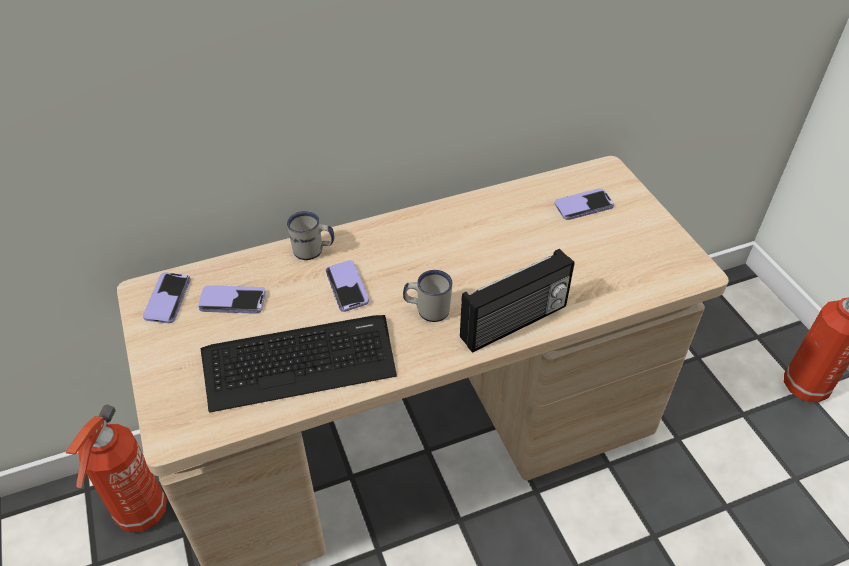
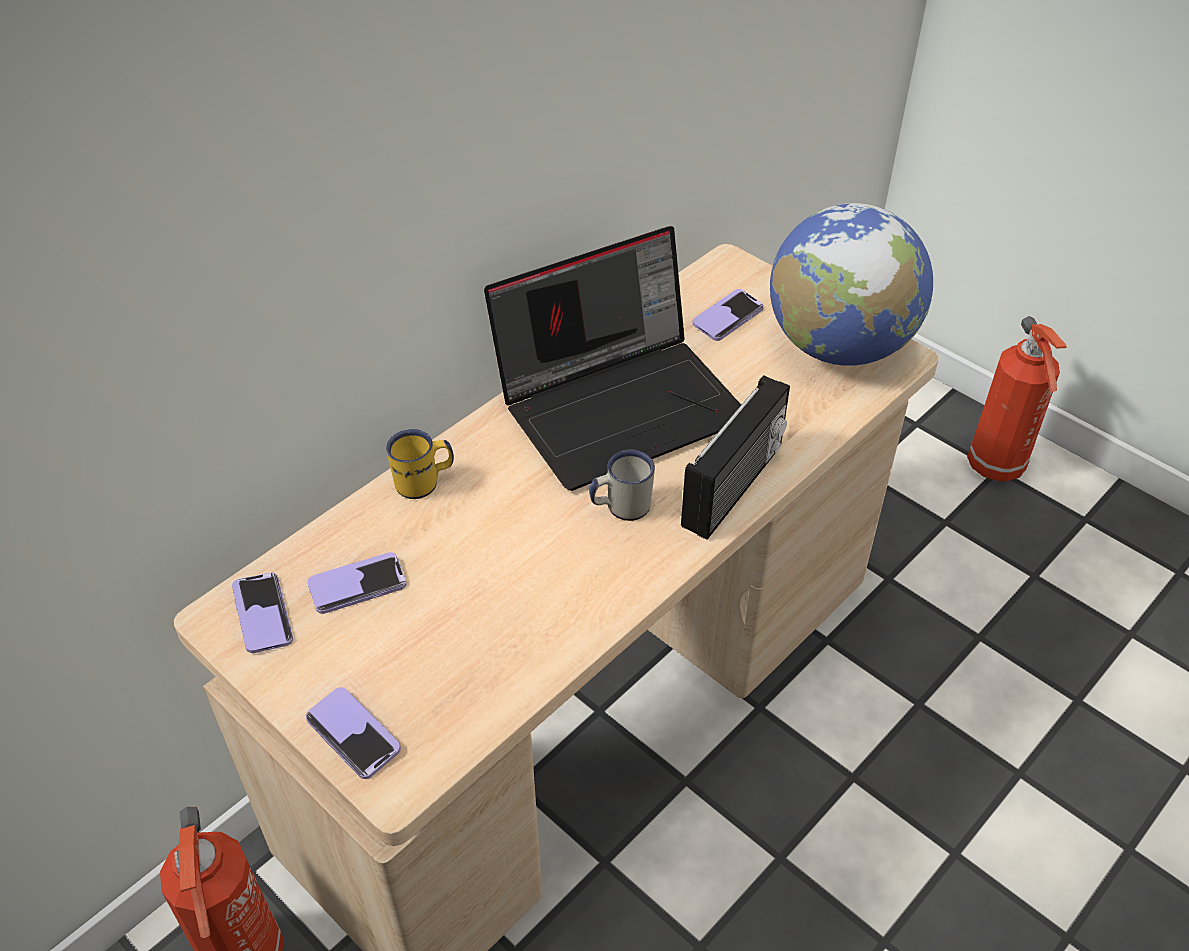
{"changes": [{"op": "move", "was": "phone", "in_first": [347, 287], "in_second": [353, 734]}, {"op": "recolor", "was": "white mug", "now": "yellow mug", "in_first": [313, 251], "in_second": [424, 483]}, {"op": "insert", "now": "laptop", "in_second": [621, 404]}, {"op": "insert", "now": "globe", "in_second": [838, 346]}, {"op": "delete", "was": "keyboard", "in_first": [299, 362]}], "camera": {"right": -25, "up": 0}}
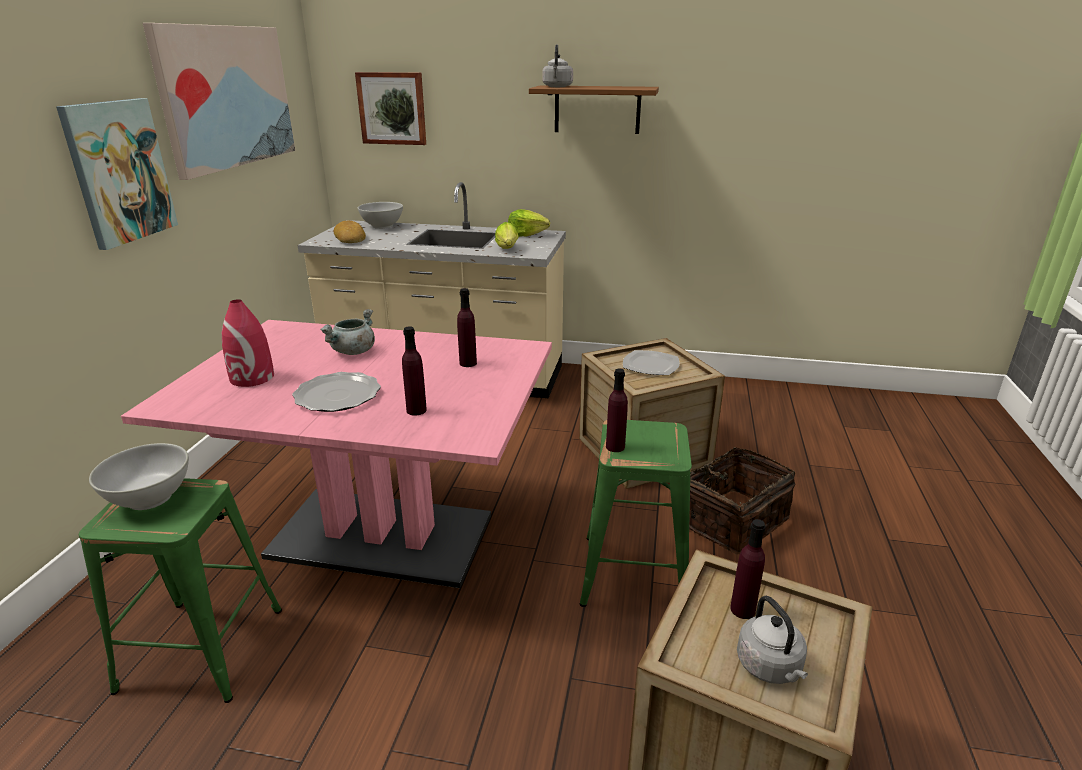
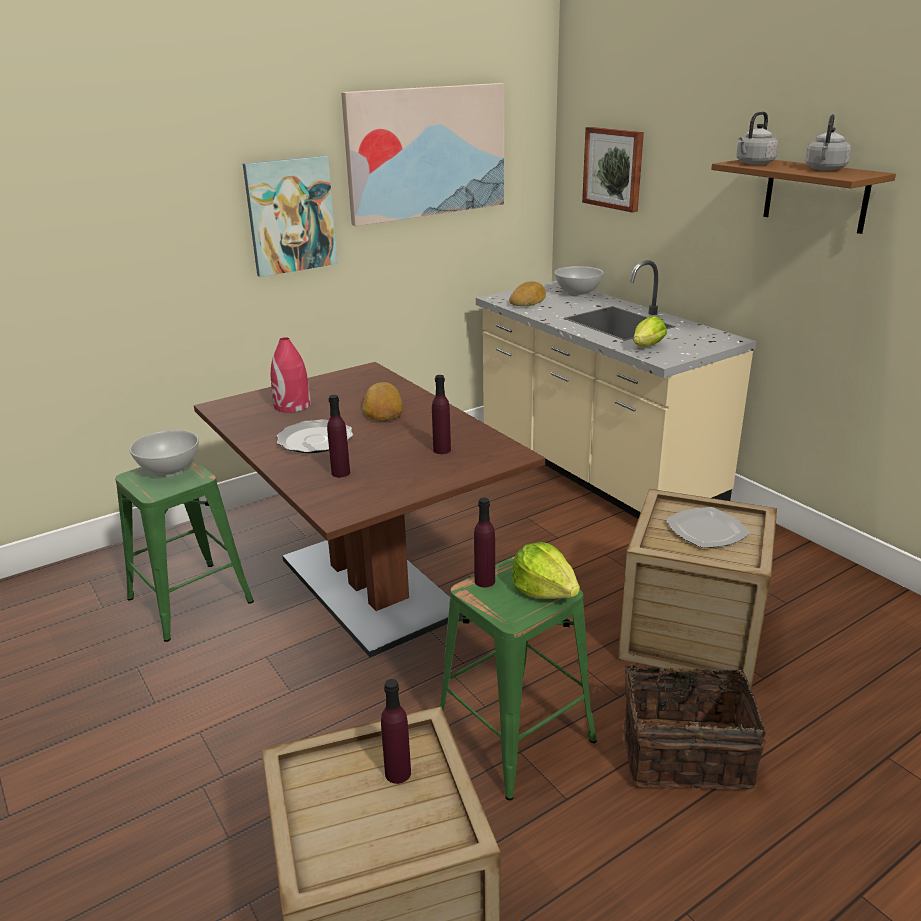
{"changes": [{"op": "recolor", "was": "pink dining table", "now": "brown dining table", "in_first": [381, 536], "in_second": [369, 586]}, {"op": "replace", "was": "grey cooking pot", "now": "bread", "in_first": [353, 352], "in_second": [382, 409]}, {"op": "move", "was": "lettuce", "in_first": [526, 235], "in_second": [544, 590]}, {"op": "move", "was": "grey kettle", "in_first": [770, 667], "in_second": [825, 169]}], "camera": {"right": 45, "up": 0}}
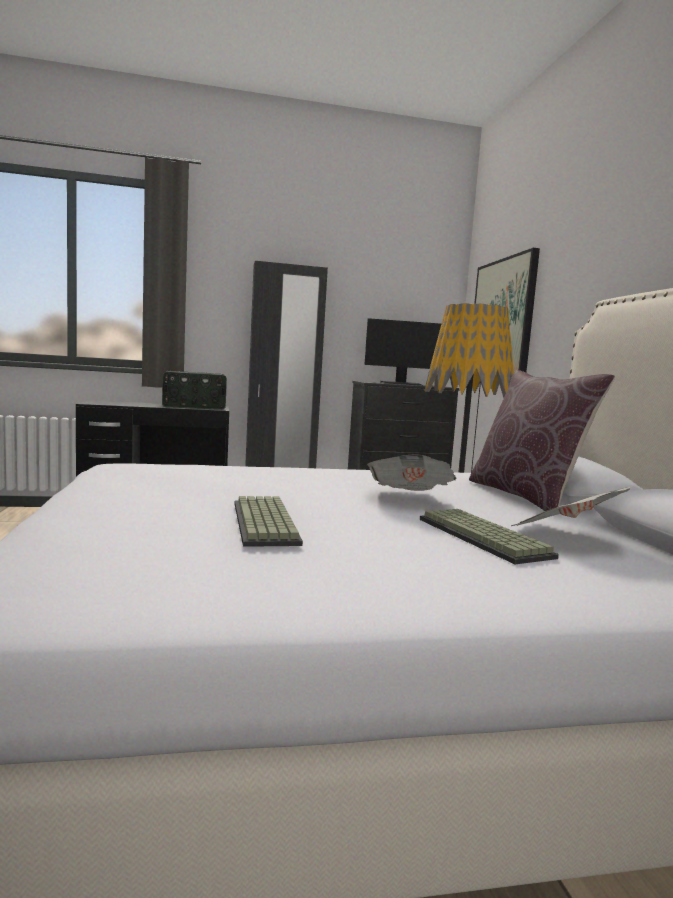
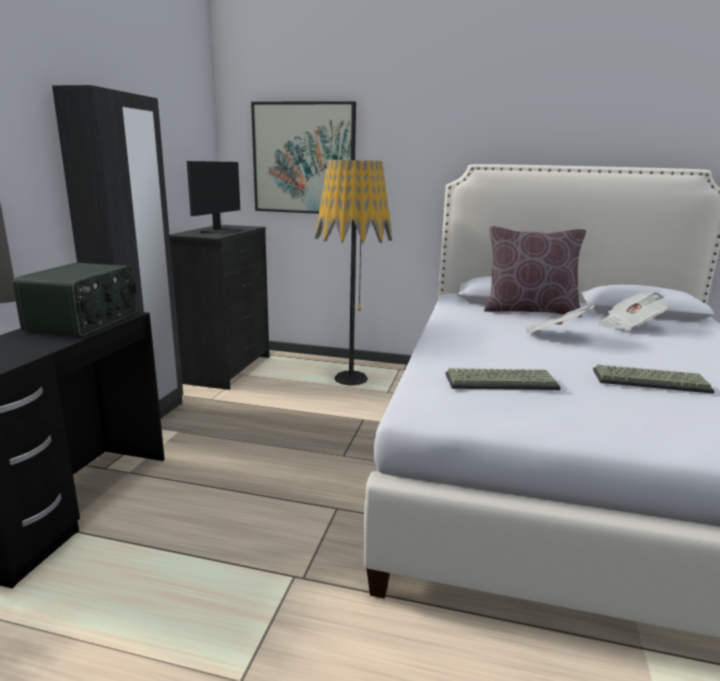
{"changes": [{"op": "move", "was": "keyboard", "in_first": [485, 537], "in_second": [501, 381]}], "camera": {"right": -65, "up": 10}}
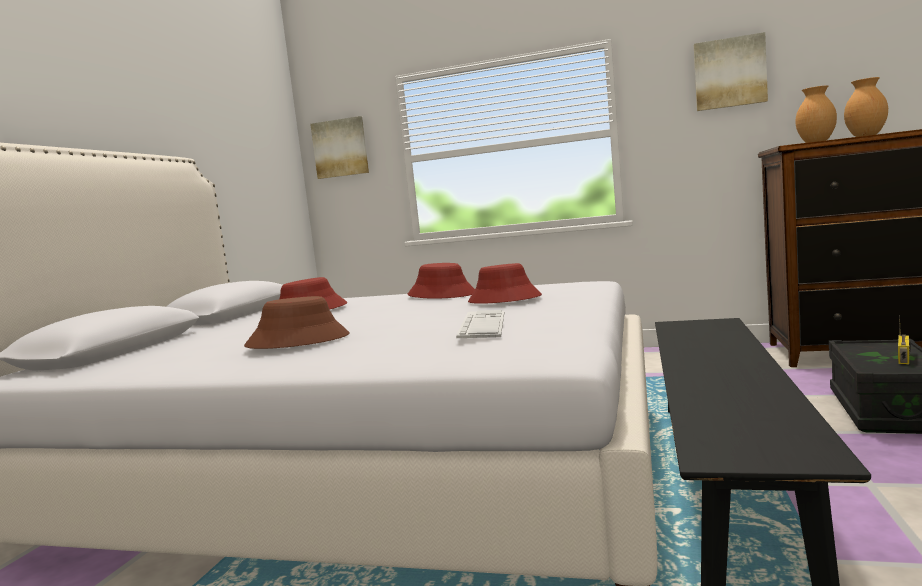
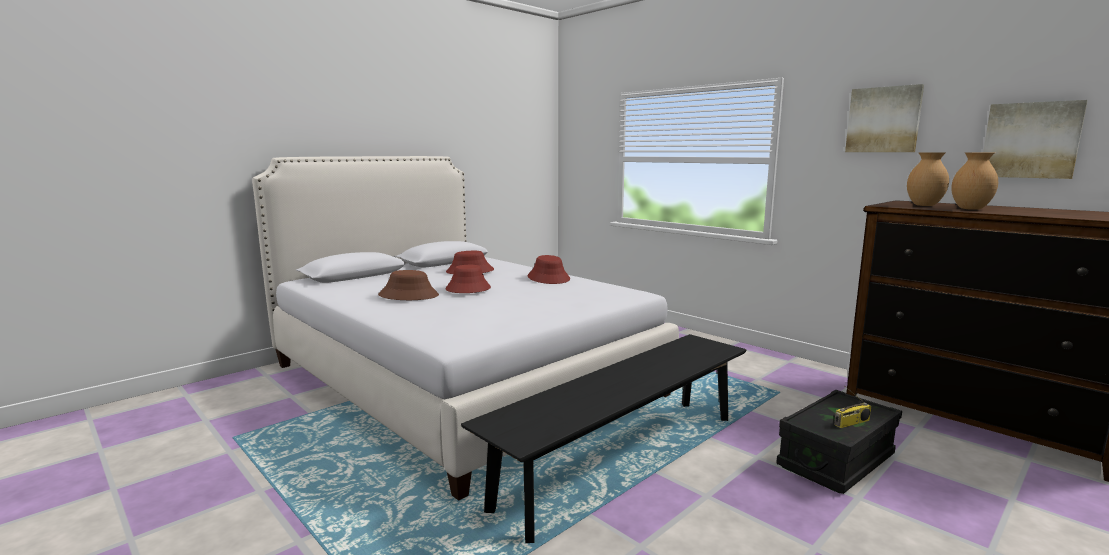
{"changes": [{"op": "move", "was": "red hat", "in_first": [504, 300], "in_second": [468, 289]}, {"op": "move", "was": "picture", "in_first": [340, 148], "in_second": [1031, 140]}, {"op": "delete", "was": "keyboard", "in_first": [482, 325]}], "camera": {"right": 30, "up": 5}}
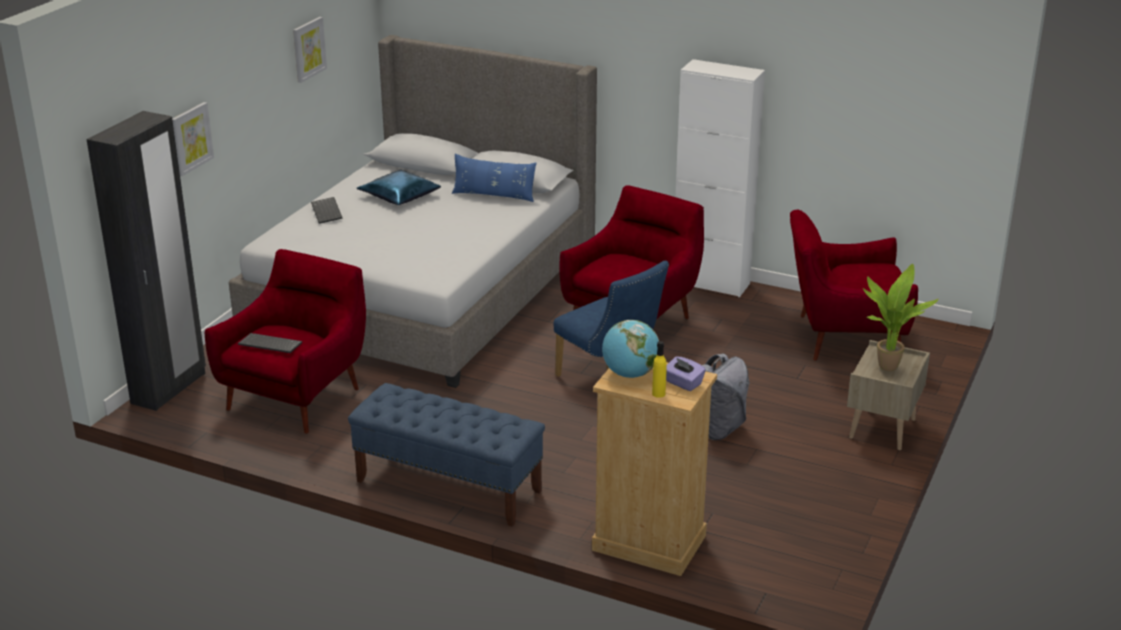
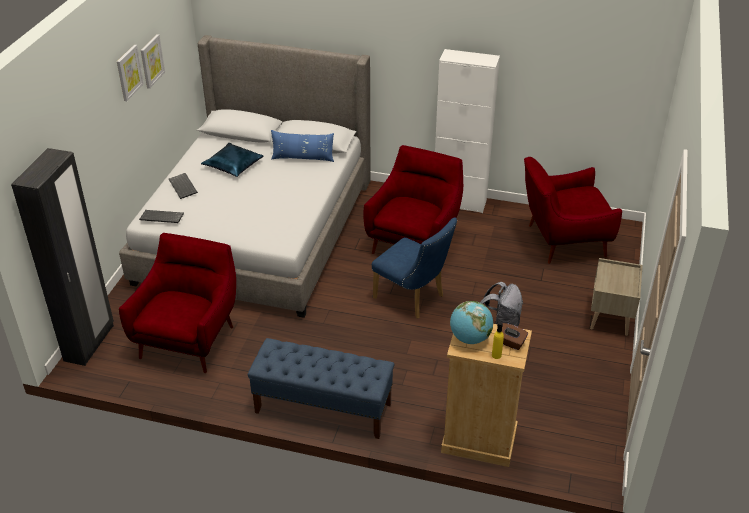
{"changes": [{"op": "move", "was": "picture", "in_first": [191, 138], "in_second": [129, 72]}, {"op": "move", "was": "keyboard", "in_first": [269, 345], "in_second": [161, 218]}, {"op": "recolor", "was": "purple tissue box", "now": "brown tissue box", "in_first": [683, 383], "in_second": [510, 343]}, {"op": "delete", "was": "potted plant", "in_first": [885, 366]}], "camera": {"right": -10, "up": 10}}
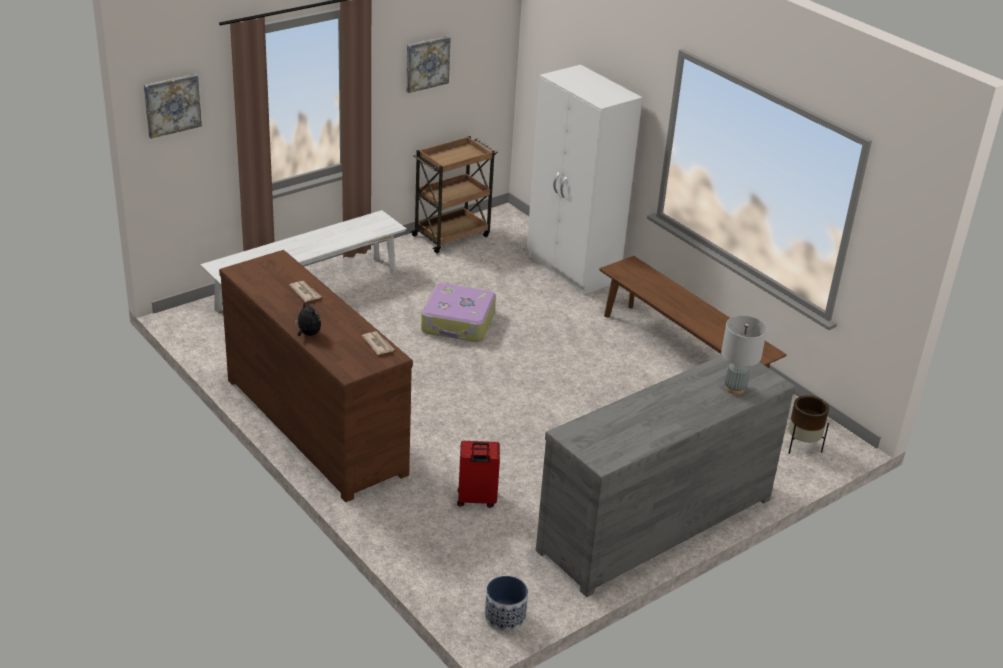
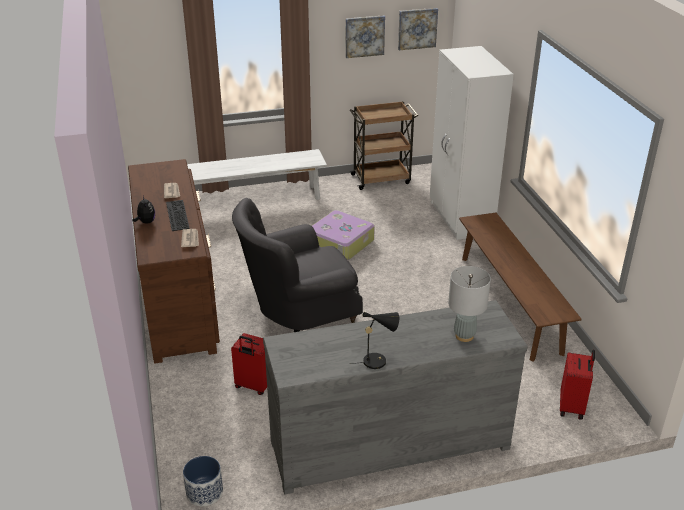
{"changes": [{"op": "insert", "now": "keyboard", "in_second": [176, 215]}, {"op": "insert", "now": "grey armchair", "in_second": [299, 313]}, {"op": "insert", "now": "black table lamp", "in_second": [378, 360]}, {"op": "move", "was": "picture", "in_first": [172, 105], "in_second": [417, 28]}, {"op": "replace", "was": "brown planter", "now": "red suitcase", "in_first": [802, 447], "in_second": [572, 407]}], "camera": {"right": 25, "up": 0}}
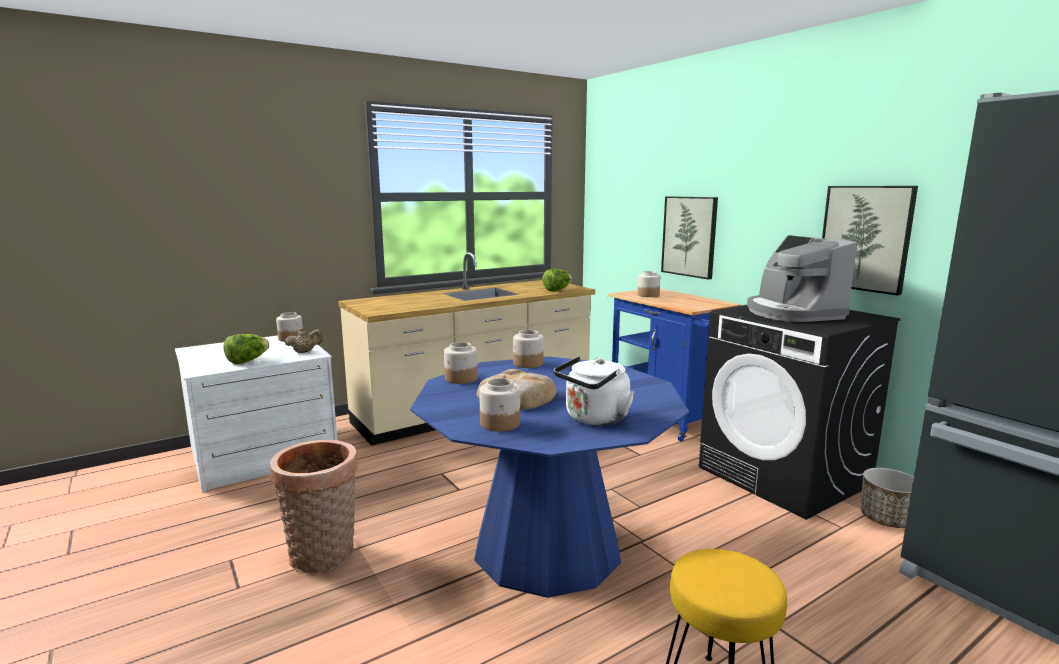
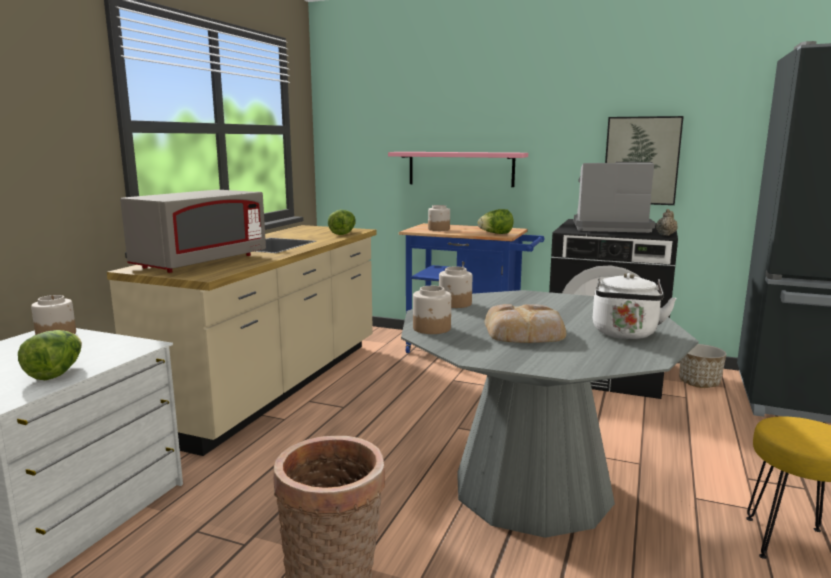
{"changes": [{"op": "insert", "now": "grey microwave", "in_second": [201, 262]}, {"op": "replace", "was": "picture", "now": "pink shelf", "in_first": [689, 236], "in_second": [460, 169]}, {"op": "recolor", "was": "blue dining table", "now": "grey dining table", "in_first": [547, 547], "in_second": [532, 487]}, {"op": "insert", "now": "lettuce", "in_second": [495, 234]}, {"op": "rotate", "was": "coffee machine", "in_first": [792, 313], "in_second": [609, 227], "clockwise": 150}, {"op": "move", "was": "beige teapot", "in_first": [304, 352], "in_second": [666, 235]}, {"op": "delete", "was": "jar", "in_first": [500, 424]}], "camera": {"right": -35, "up": 0}}
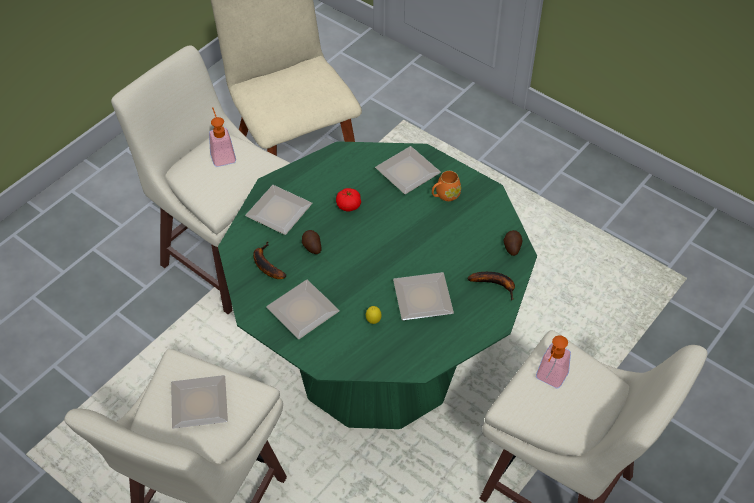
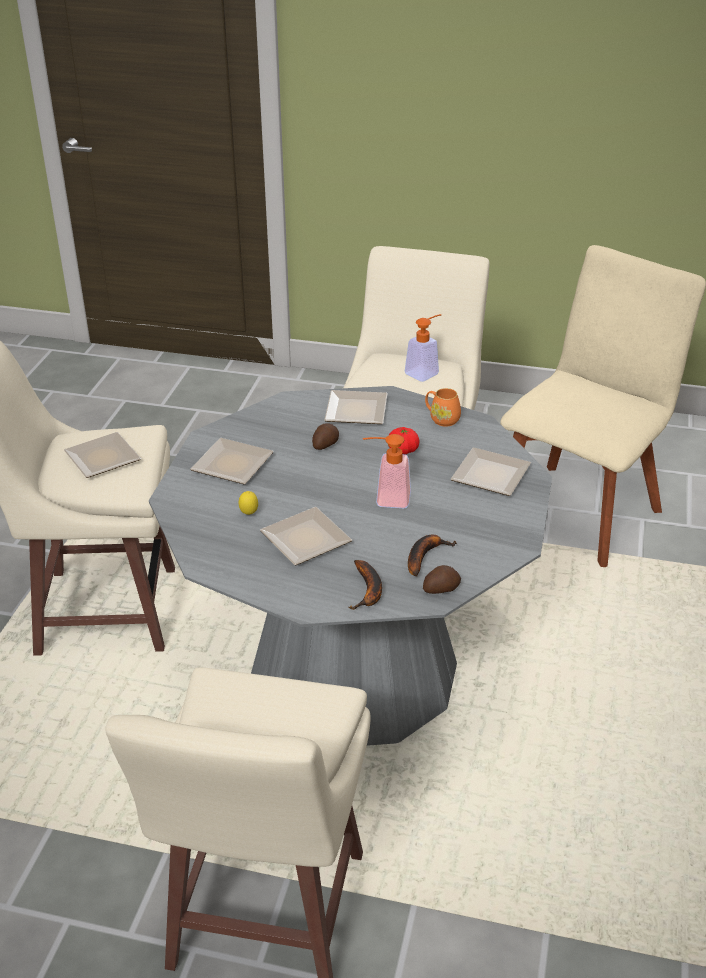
{"changes": [{"op": "recolor", "was": "green dining table", "now": "grey dining table", "in_first": [377, 361], "in_second": [354, 671]}, {"op": "move", "was": "soap dispenser", "in_first": [549, 379], "in_second": [386, 499]}, {"op": "move", "was": "banana", "in_first": [266, 265], "in_second": [424, 556]}, {"op": "move", "was": "orange mug", "in_first": [445, 195], "in_second": [441, 419]}], "camera": {"right": 65, "up": -15}}
